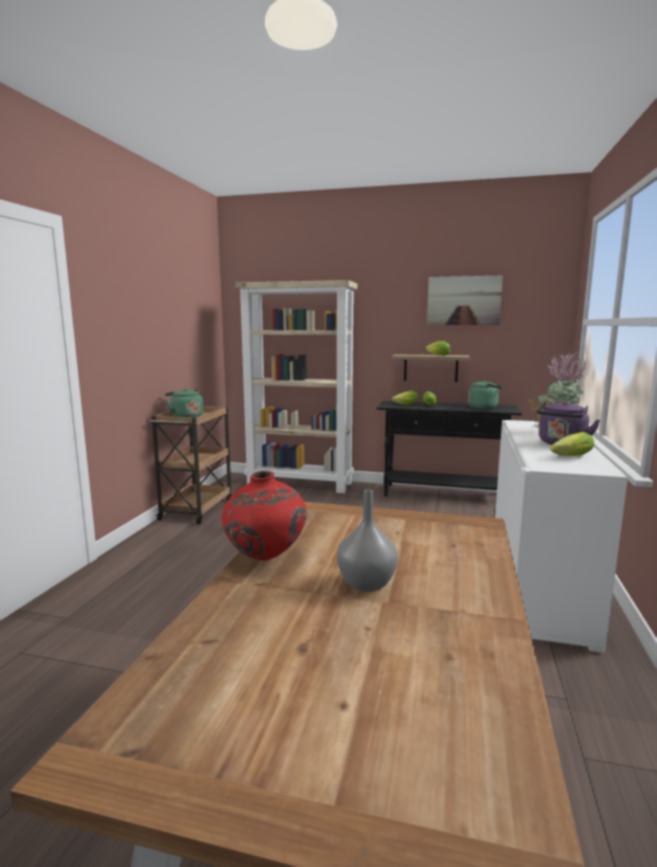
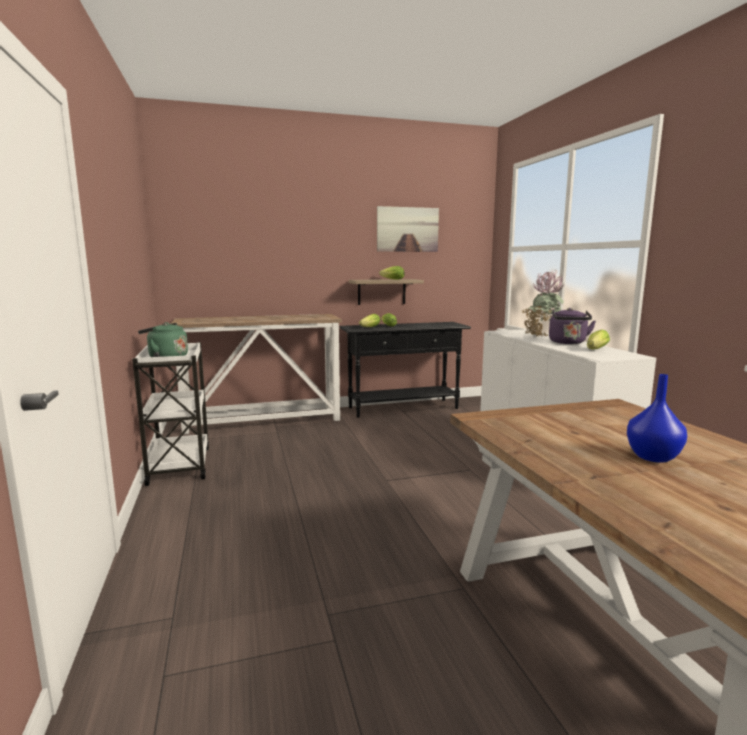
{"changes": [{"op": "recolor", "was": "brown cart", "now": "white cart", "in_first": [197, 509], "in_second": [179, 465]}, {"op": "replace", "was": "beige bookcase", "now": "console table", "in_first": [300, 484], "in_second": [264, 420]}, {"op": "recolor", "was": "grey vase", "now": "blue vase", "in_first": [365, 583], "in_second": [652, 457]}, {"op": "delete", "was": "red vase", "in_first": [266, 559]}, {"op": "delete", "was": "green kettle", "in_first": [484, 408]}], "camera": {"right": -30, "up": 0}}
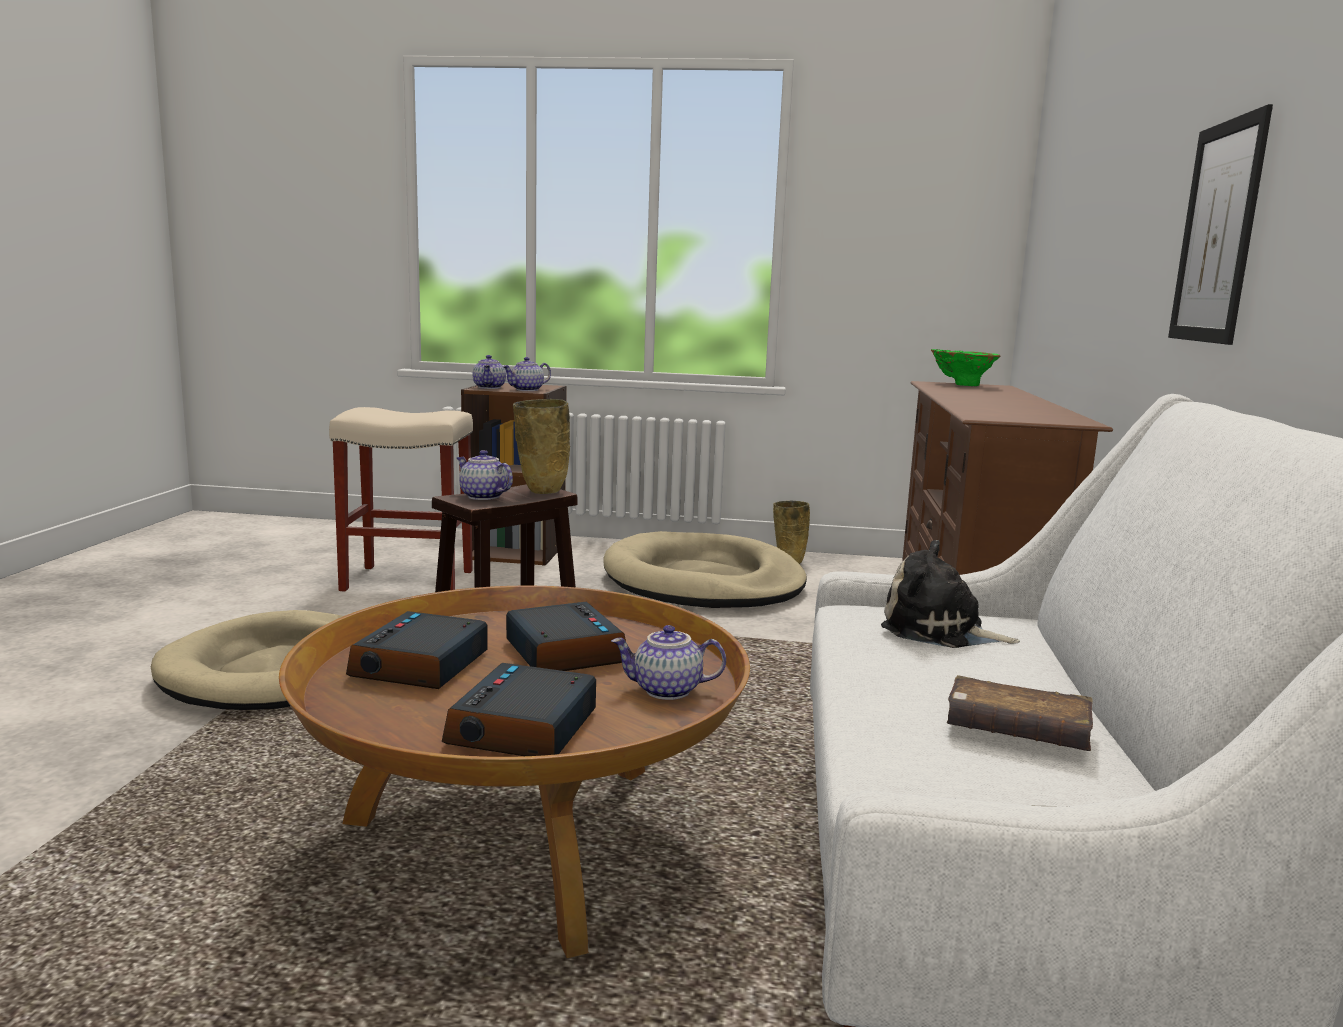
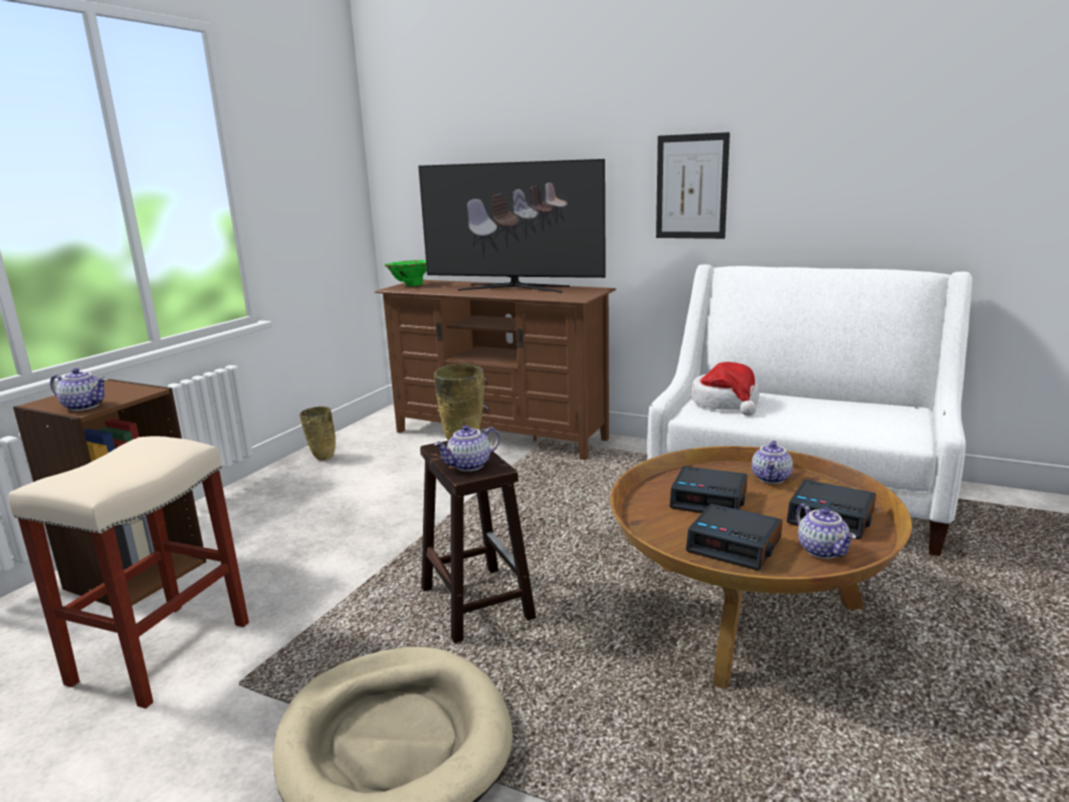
{"changes": [{"op": "insert", "now": "television", "in_second": [513, 288]}, {"op": "rotate", "was": "alarm clock", "in_first": [563, 651], "in_second": [709, 500], "clockwise": -150}, {"op": "replace", "was": "plush toy", "now": "hat", "in_first": [939, 631], "in_second": [726, 403]}, {"op": "move", "was": "teapot", "in_first": [527, 390], "in_second": [823, 551]}, {"op": "delete", "was": "beige dog bed", "in_first": [703, 581]}, {"op": "delete", "was": "brown book", "in_first": [1016, 732]}], "camera": {"right": -70, "up": 5}}
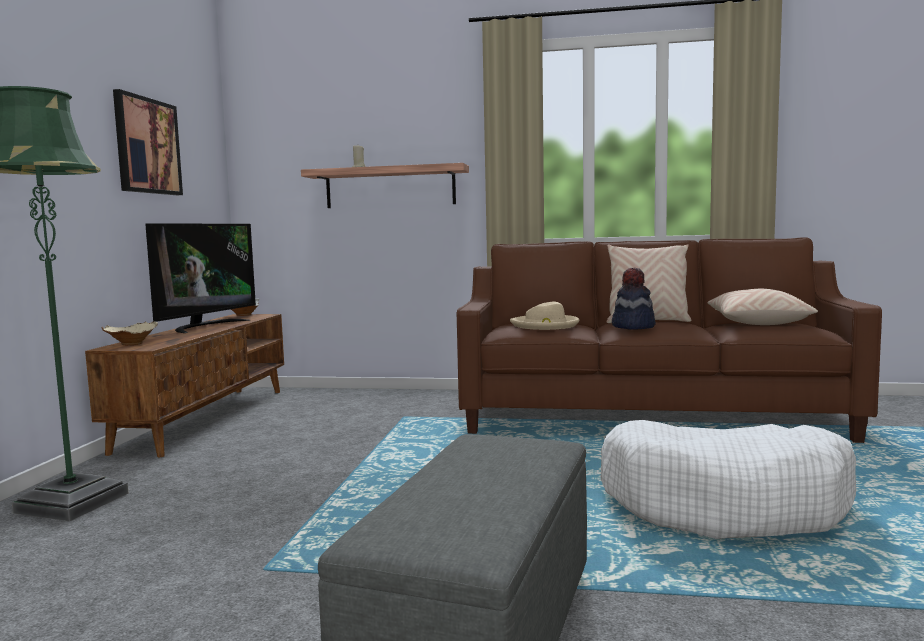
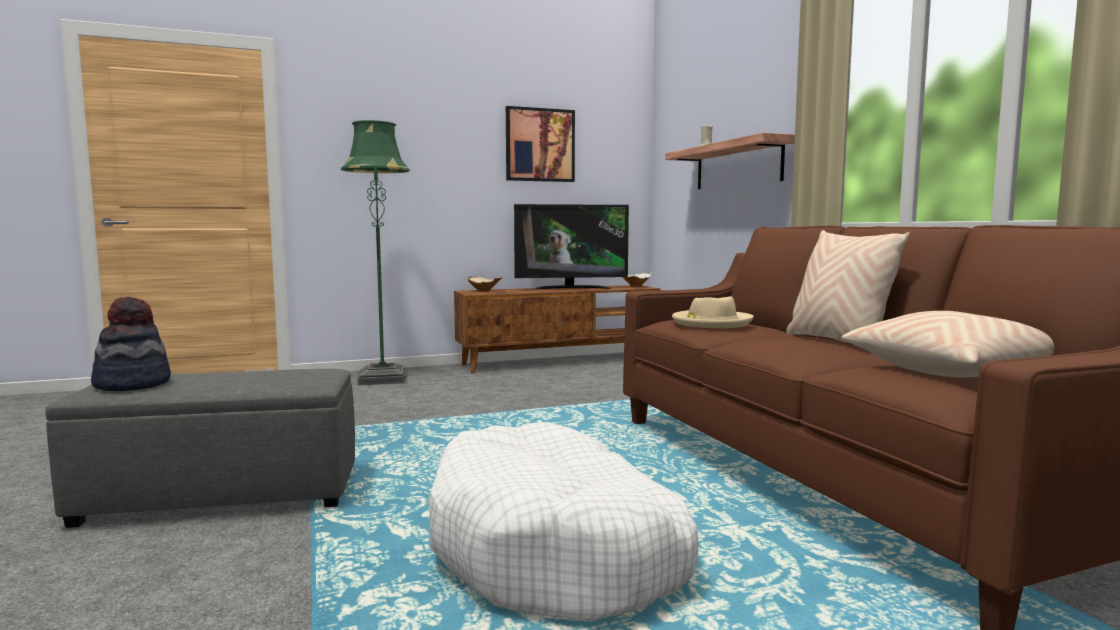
{"changes": [{"op": "move", "was": "hat", "in_first": [632, 326], "in_second": [132, 384]}], "camera": {"right": 60, "up": 0}}
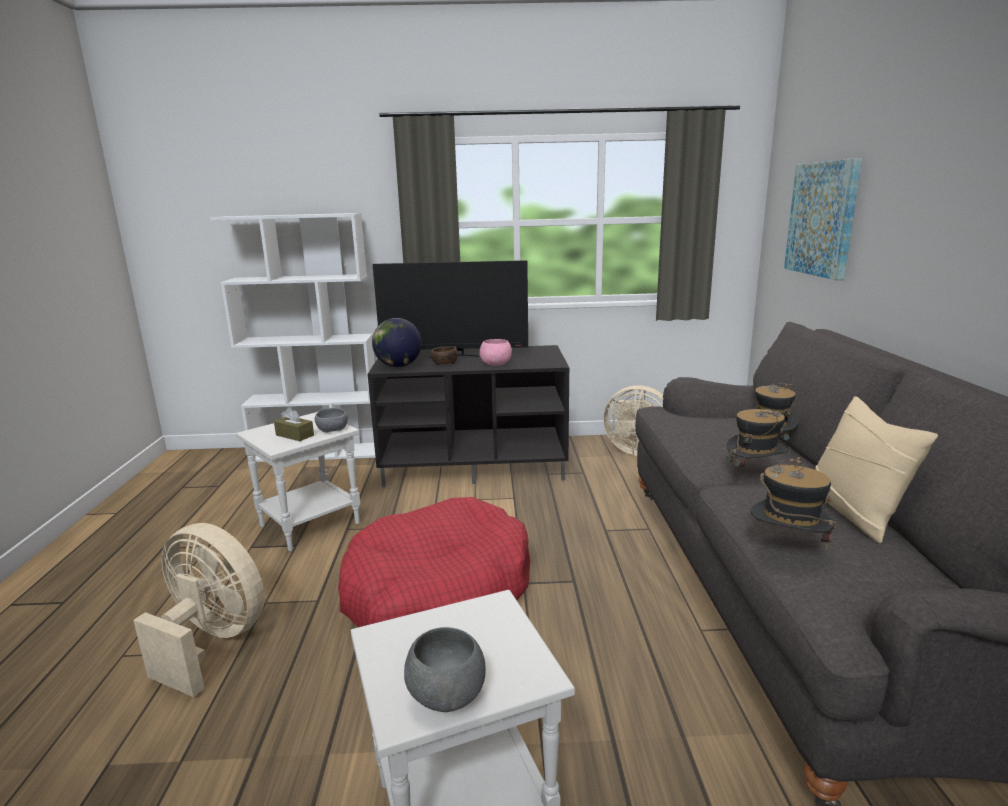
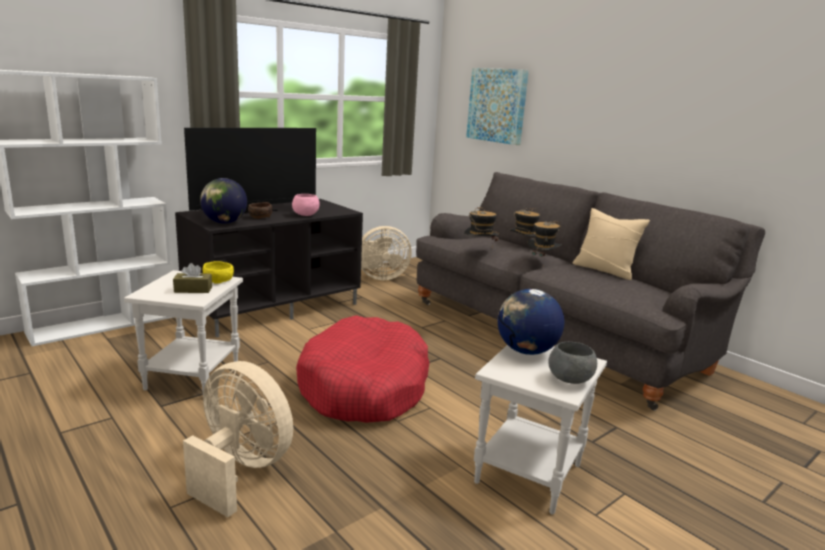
{"changes": [{"op": "rotate", "was": "beige fan", "in_first": [212, 642], "in_second": [240, 470], "clockwise": 45}, {"op": "recolor", "was": "grey bowl", "now": "yellow bowl", "in_first": [333, 429], "in_second": [219, 280]}, {"op": "move", "was": "hat", "in_first": [787, 550], "in_second": [479, 249]}, {"op": "insert", "now": "globe", "in_second": [526, 351]}], "camera": {"right": -40, "up": 0}}
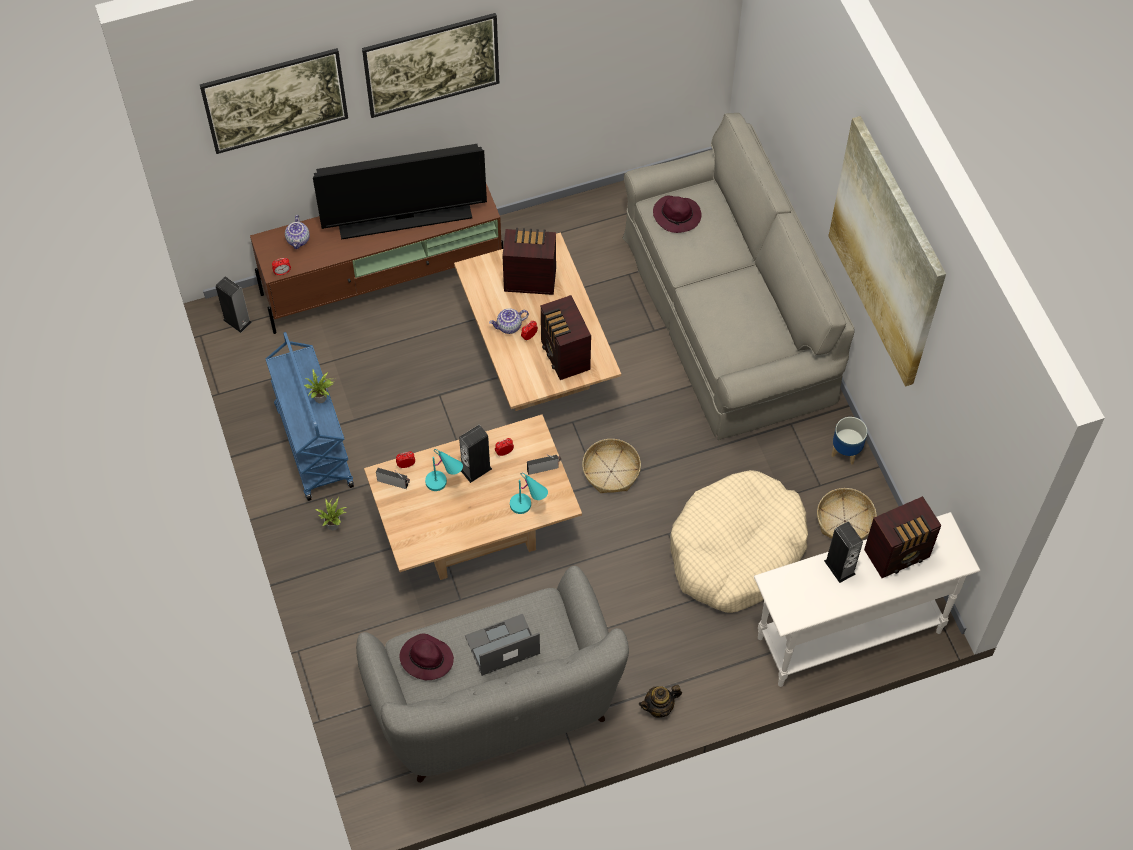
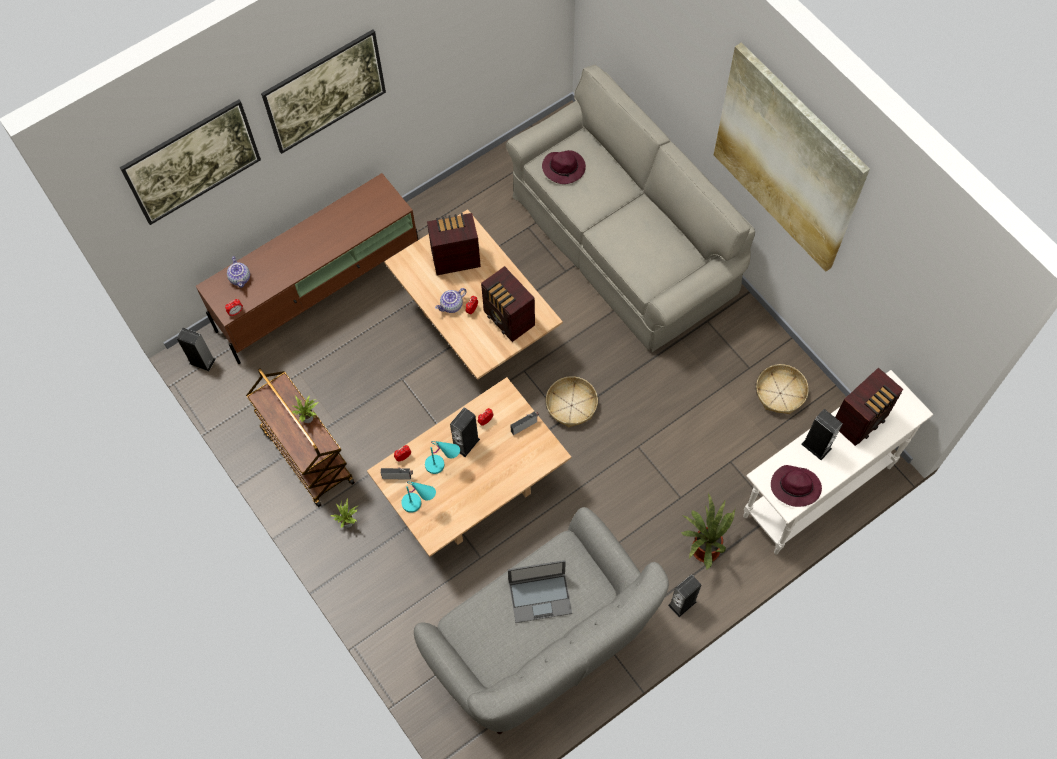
{"changes": [{"op": "recolor", "was": "blue cart", "now": "brown cart", "in_first": [313, 445], "in_second": [306, 455]}, {"op": "move", "was": "turquoise table lamp", "in_first": [529, 509], "in_second": [420, 505]}, {"op": "rotate", "was": "laptop", "in_first": [501, 645], "in_second": [541, 597], "clockwise": -150}, {"op": "replace", "was": "teapot", "now": "speaker", "in_first": [659, 707], "in_second": [682, 603]}, {"op": "insert", "now": "potted plant", "in_second": [703, 547]}, {"op": "move", "was": "purple hat", "in_first": [426, 658], "in_second": [794, 487]}, {"op": "delete", "was": "television", "in_first": [405, 219]}, {"op": "delete", "was": "beige dog bed", "in_first": [736, 550]}, {"op": "delete", "was": "planter", "in_first": [846, 451]}], "camera": {"right": -15, "up": 5}}
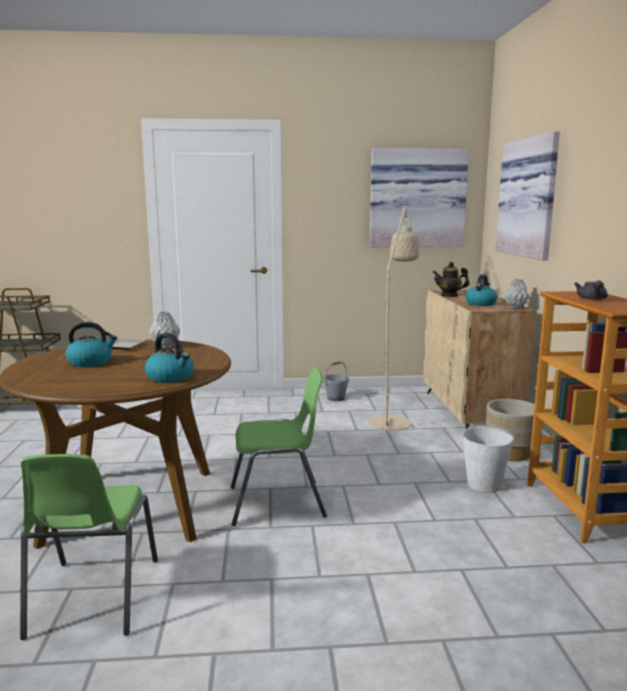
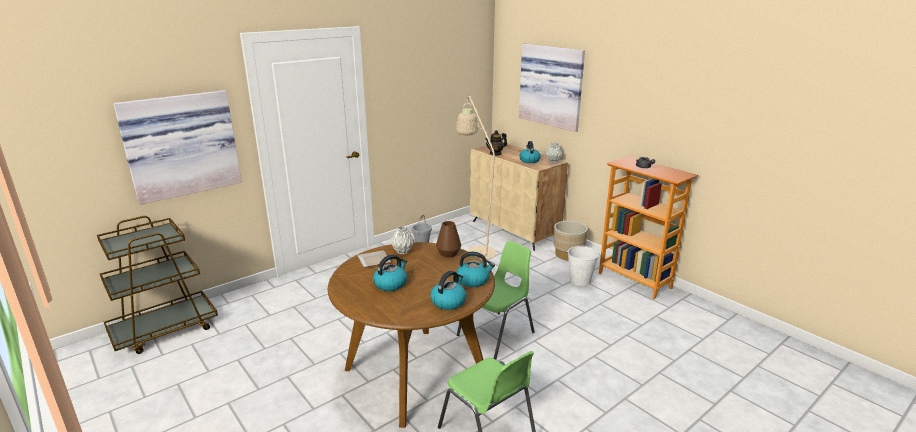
{"changes": [{"op": "move", "was": "picture", "in_first": [417, 198], "in_second": [181, 145]}, {"op": "insert", "now": "kettle", "in_second": [448, 301]}, {"op": "insert", "now": "brown vase", "in_second": [448, 254]}], "camera": {"right": -35, "up": 10}}
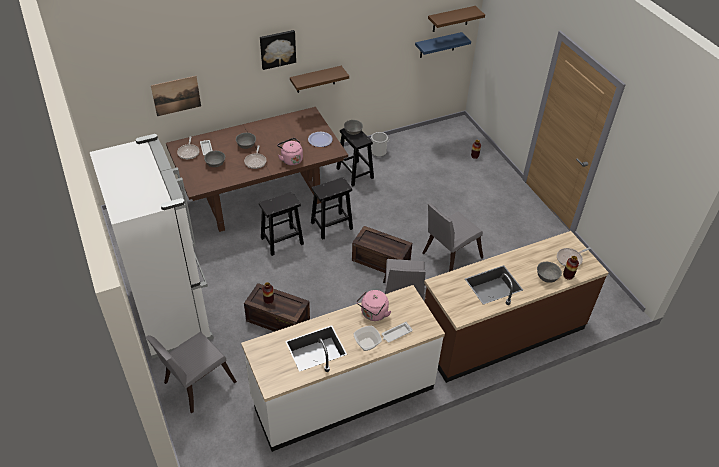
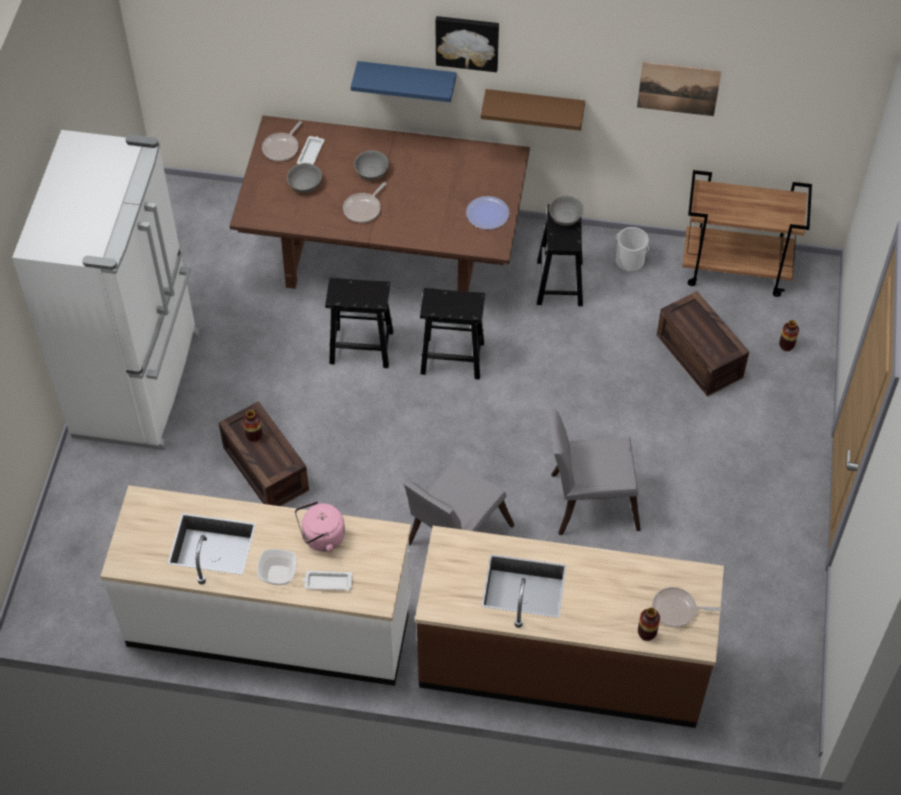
{"changes": [{"op": "move", "was": "blue shelf", "in_first": [437, 45], "in_second": [407, 79]}, {"op": "move", "was": "picture", "in_first": [176, 95], "in_second": [678, 88]}, {"op": "move", "was": "crate", "in_first": [382, 260], "in_second": [701, 356]}, {"op": "insert", "now": "brown cart", "in_second": [736, 269]}, {"op": "delete", "was": "grey chair", "in_first": [195, 384]}, {"op": "delete", "was": "pink kettle", "in_first": [291, 159]}, {"op": "delete", "was": "brown shelf", "in_first": [450, 19]}, {"op": "delete", "was": "grey bowl", "in_first": [547, 276]}], "camera": {"right": 35, "up": 10}}
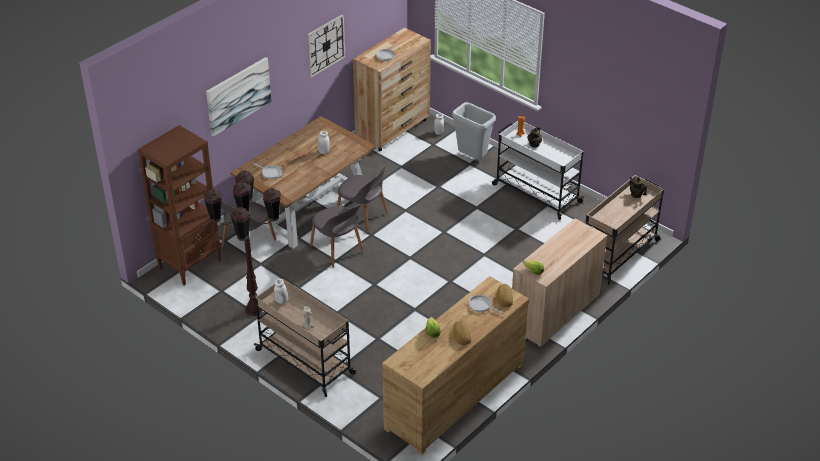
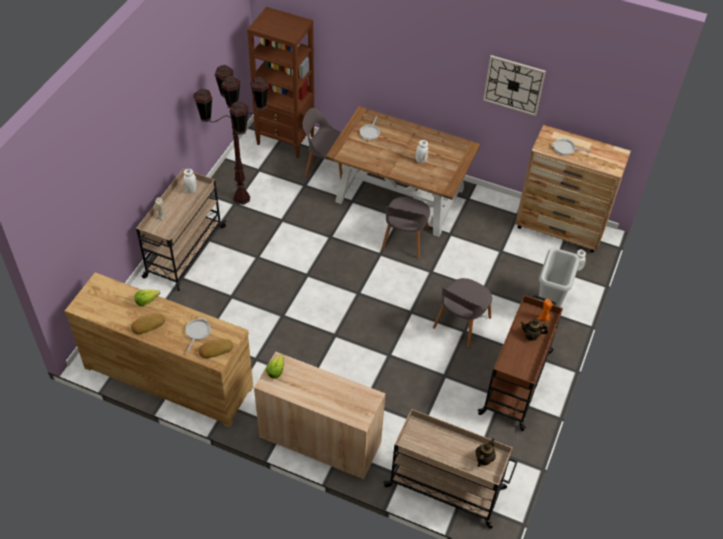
{"changes": [{"op": "move", "was": "grey chair", "in_first": [337, 250], "in_second": [461, 324]}, {"op": "recolor", "was": "white cart", "now": "brown cart", "in_first": [535, 193], "in_second": [516, 381]}, {"op": "delete", "was": "picture", "in_first": [238, 96]}], "camera": {"right": 70, "up": 10}}
